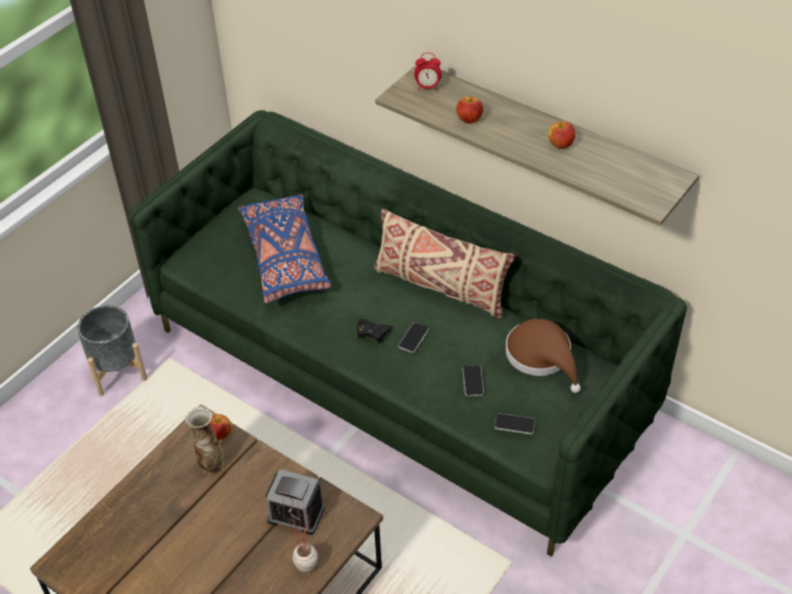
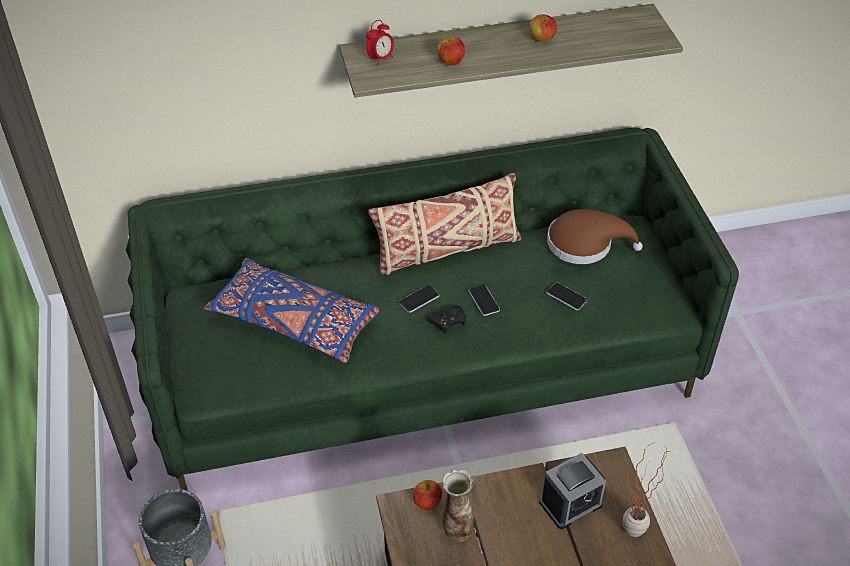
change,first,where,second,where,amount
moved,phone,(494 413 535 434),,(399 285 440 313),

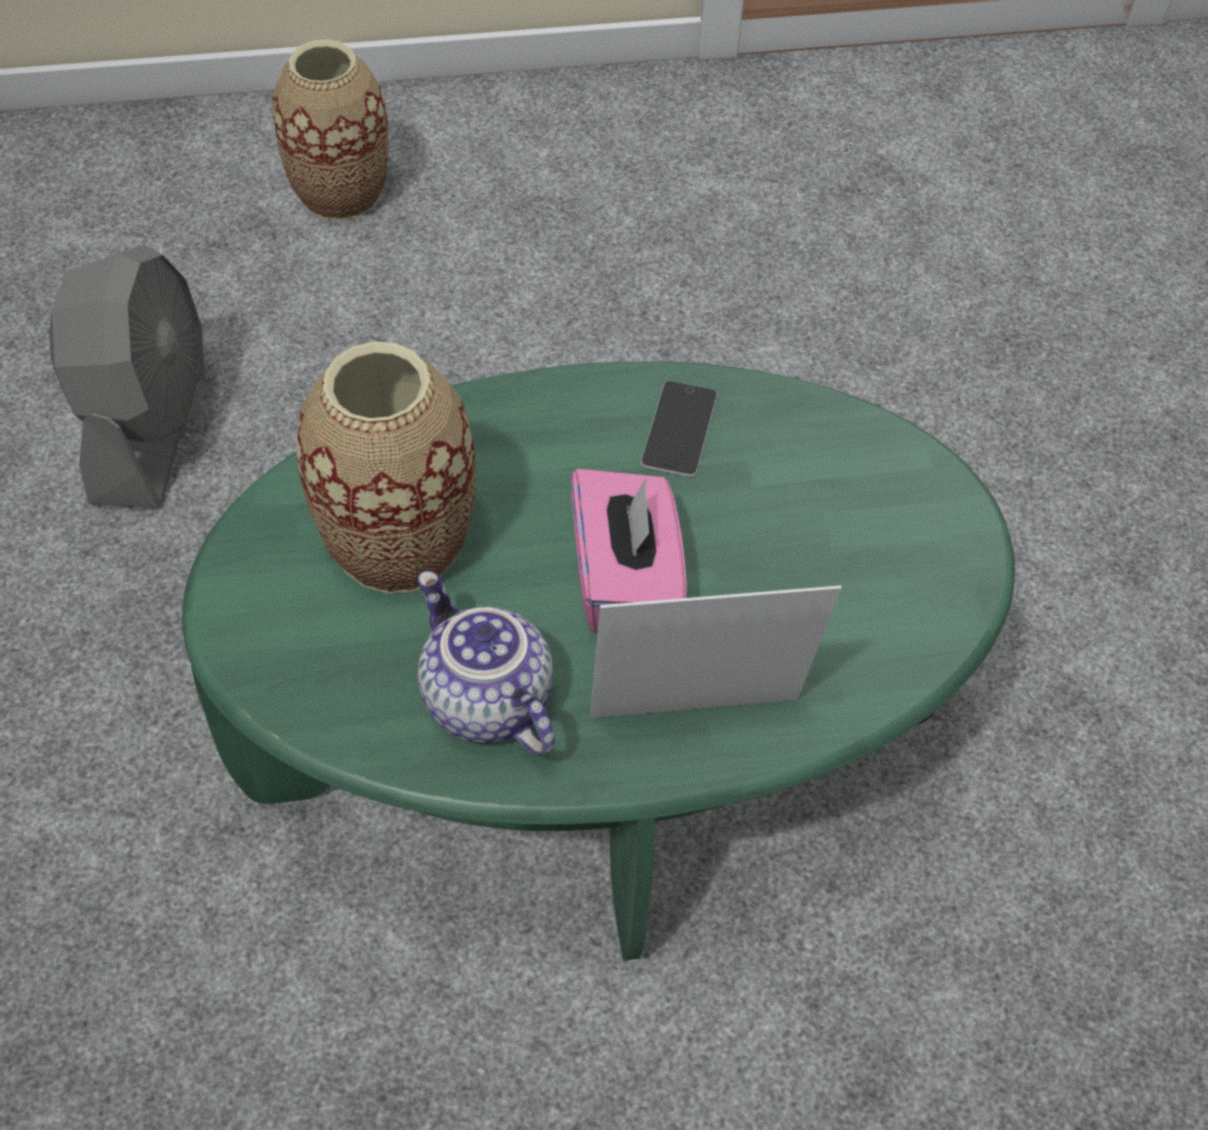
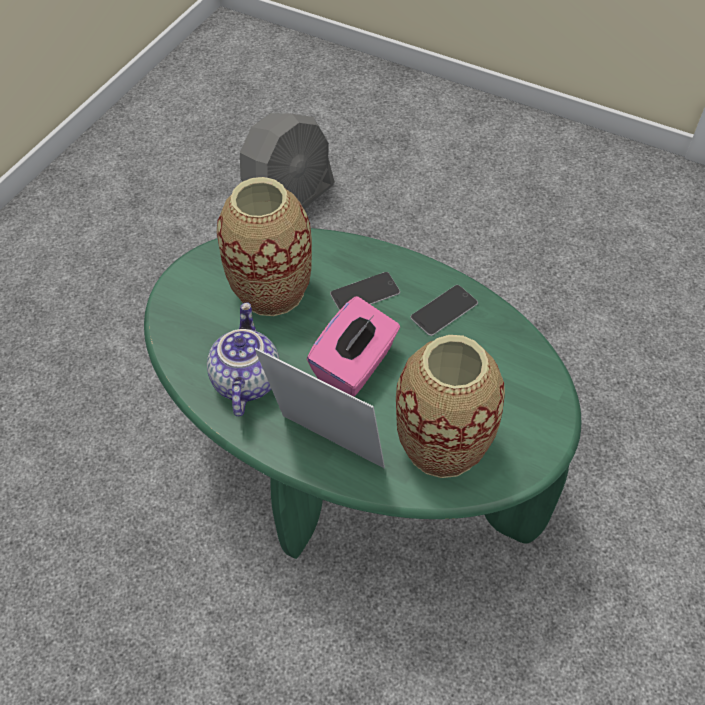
change,first,where,second,where,amount
moved,vase,(272 40 389 220),,(396 335 505 478),
added,,,phone,(330 272 400 311),

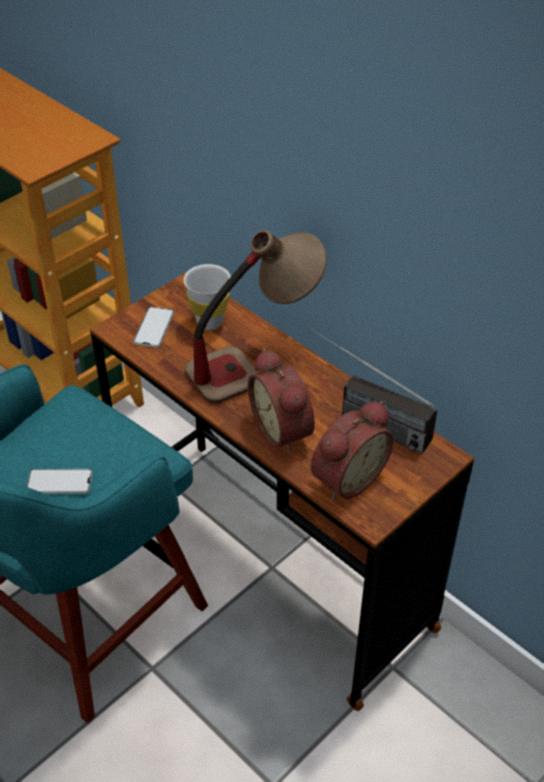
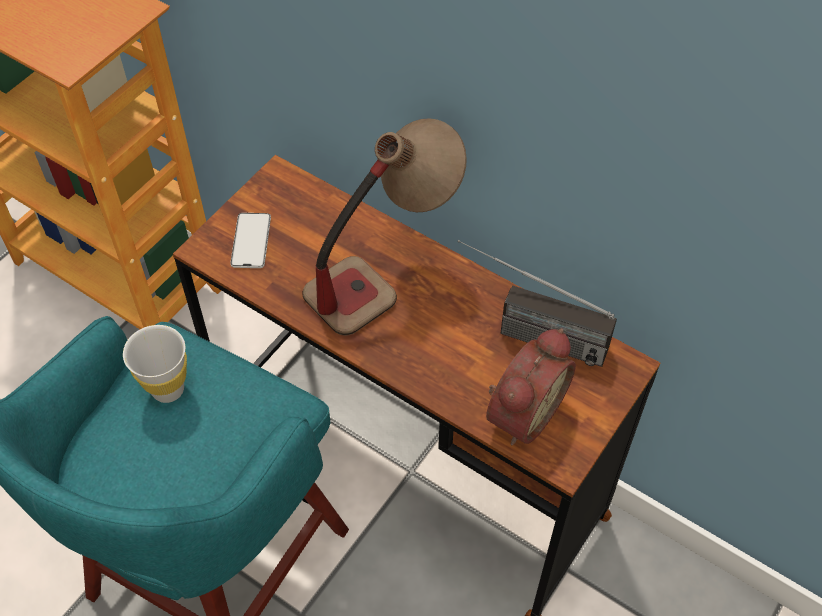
change,first,where,second,where,amount
moved,cup (white),(184 264 231 330),,(123 325 187 403),
removed,alarm clock,(248 348 315 454),,,
removed,phone,(27 469 92 494),,,

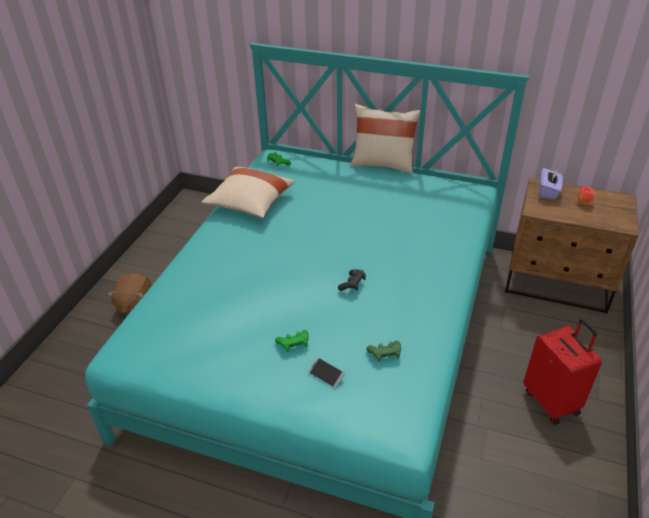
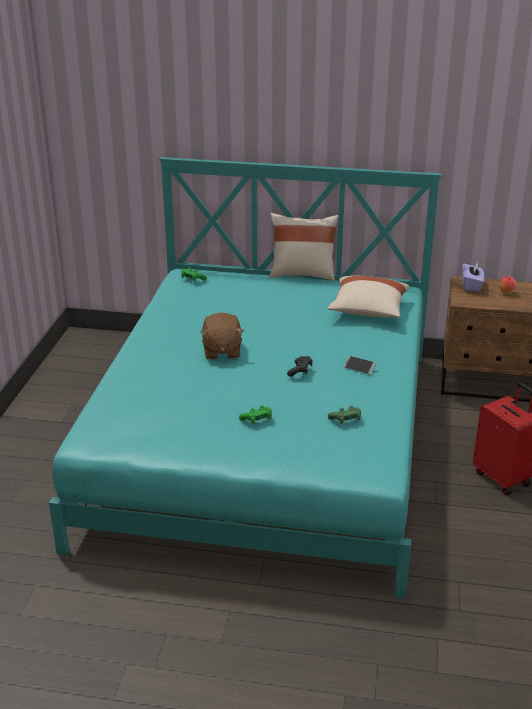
change,first,where,second,where,amount
moved,pillow (beige),(202 167 295 218),,(328 276 409 318),
moved,plush toy (brown),(107 273 152 314),,(200 312 244 360),
moved,phone,(308 357 345 388),,(344 356 376 374),

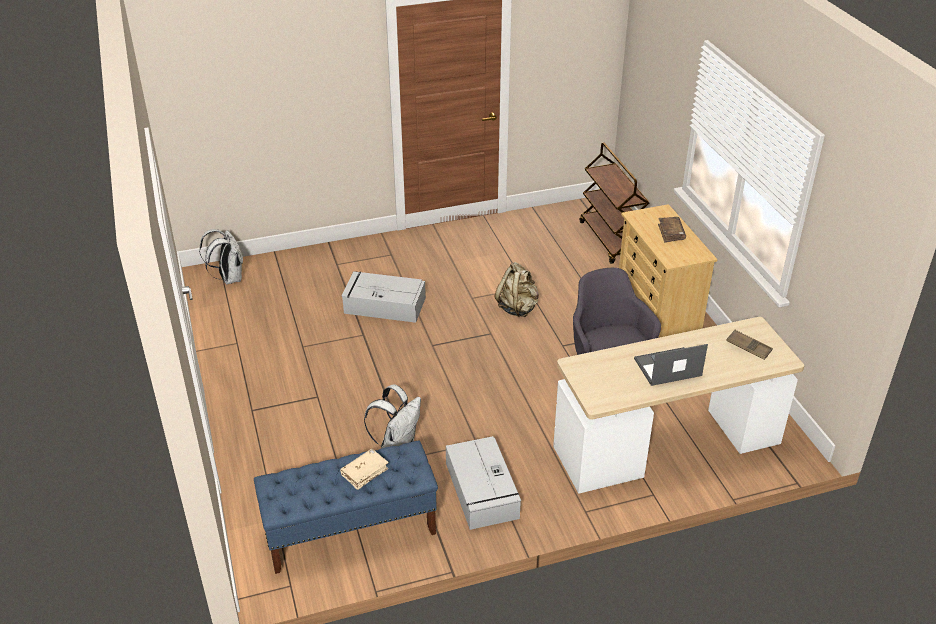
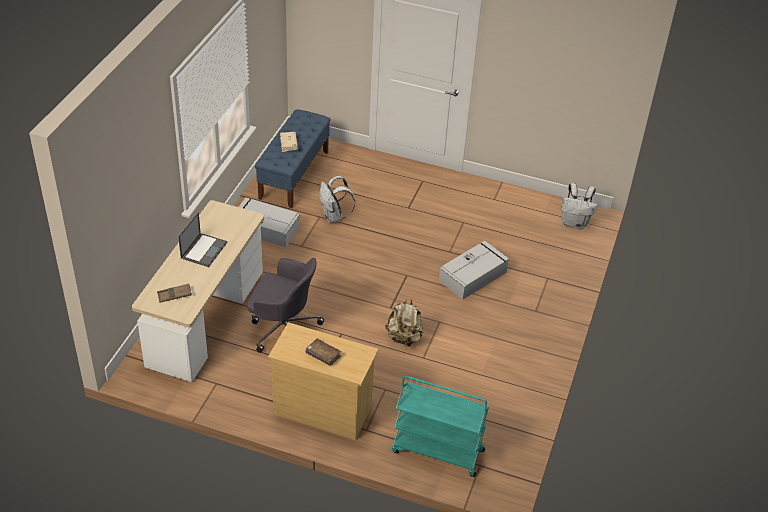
change,first,where,second,where,amount
recoloured,cart (brown),(580 143 649 264),cart (turquoise),(392 376 489 477),

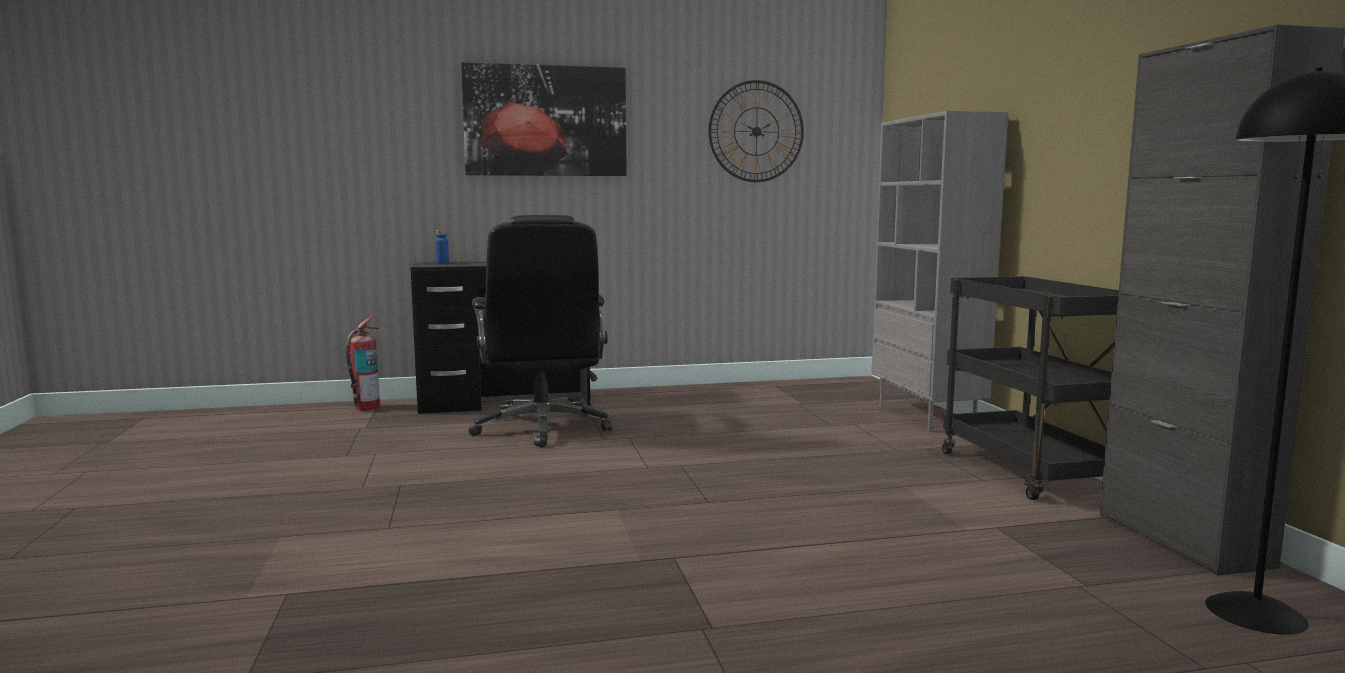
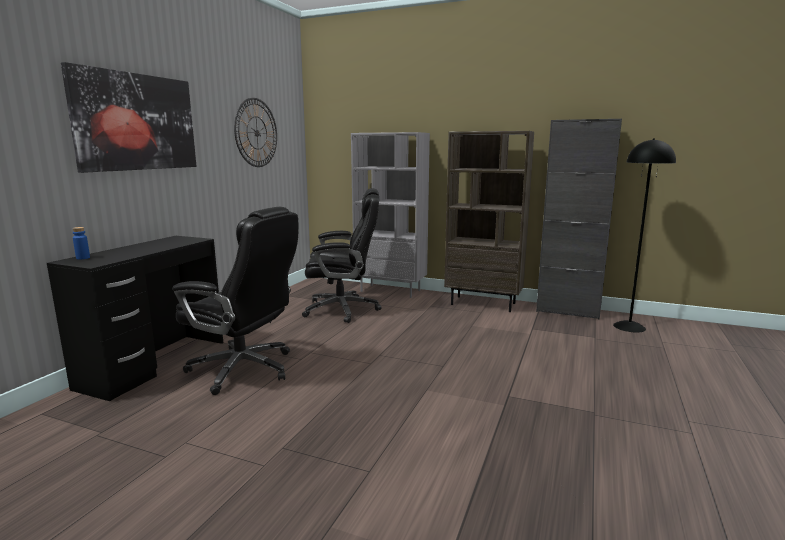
change,first,where,second,where,amount
replaced,cart (black),(942 276 1119 500),bookcase (brown),(444 131 534 312),
removed,fire extinguisher,(346 316 380 411),,,
added,,,office chair (black),(302 188 381 323),

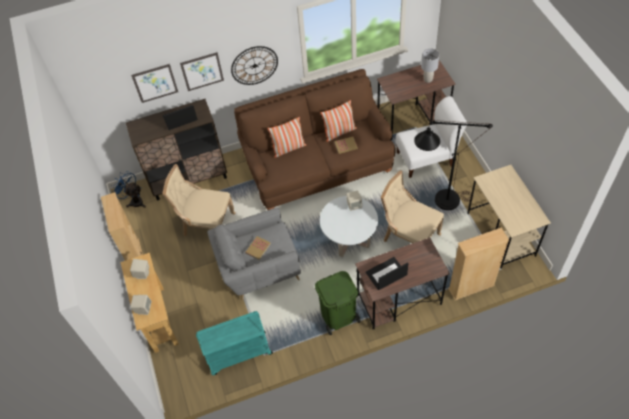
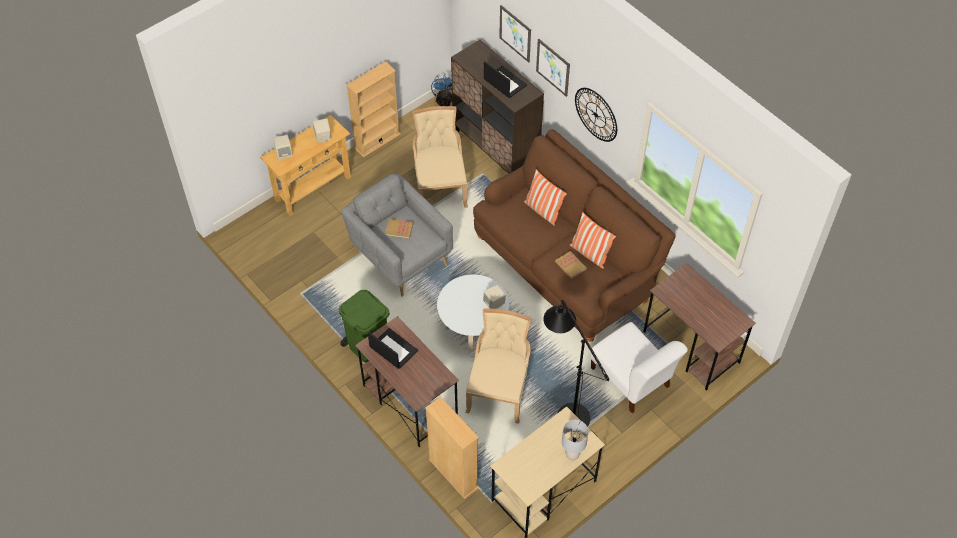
change,first,where,second,where,amount
moved,table lamp (grey),(421 48 439 83),,(562 420 589 460),
removed,cart (turquoise),(196 311 273 375),,,

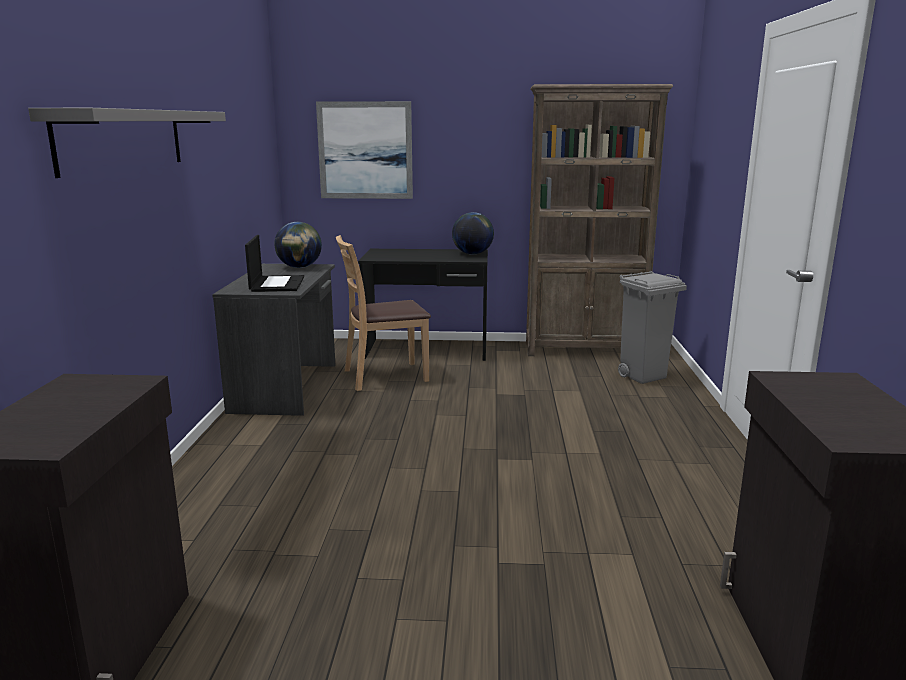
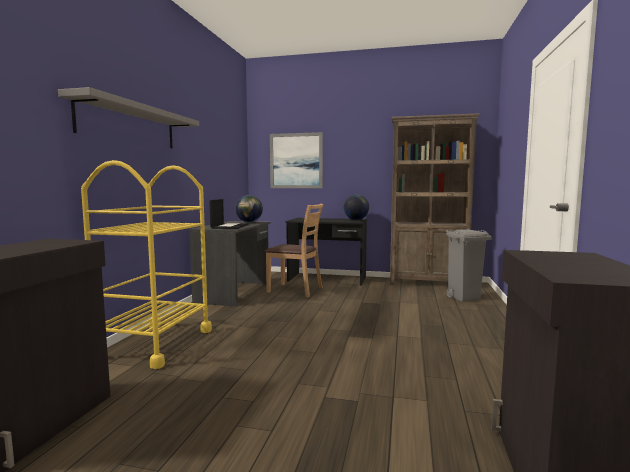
change,first,where,second,where,amount
turned,chair (brown),(336 235 431 391),,(265 204 324 297),150 degrees counterclockwise
added,,,cart (yellow),(81 160 212 369),

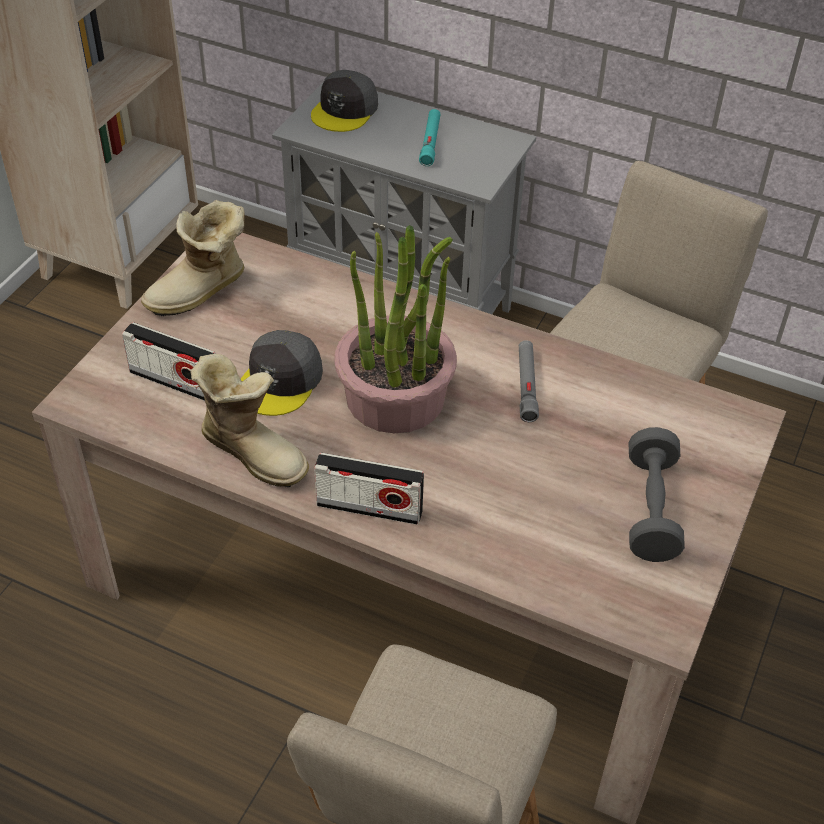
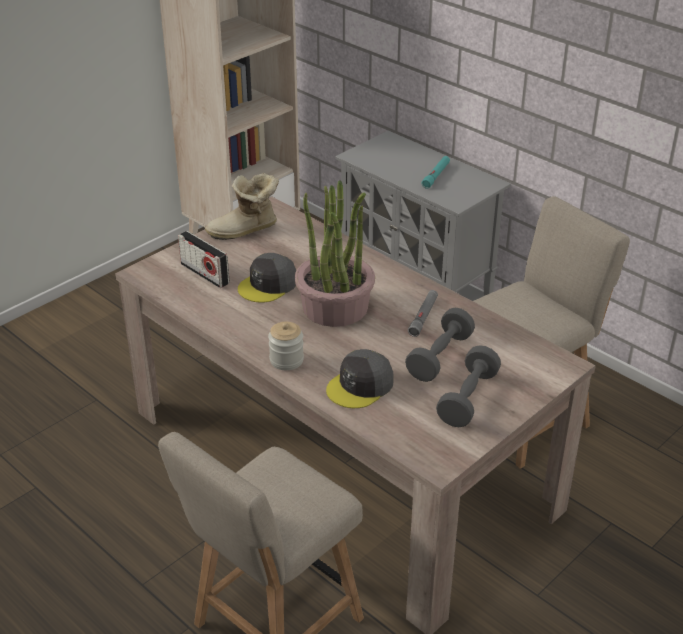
change,first,where,second,where,amount
moved,cap (grey),(311 70 378 132),,(326 349 394 408),
removed,boot,(191 354 309 488),,,
replaced,radio,(314 453 424 525),jar,(268 322 304 370),
added,,,dumbbell (grey),(405 308 475 382),

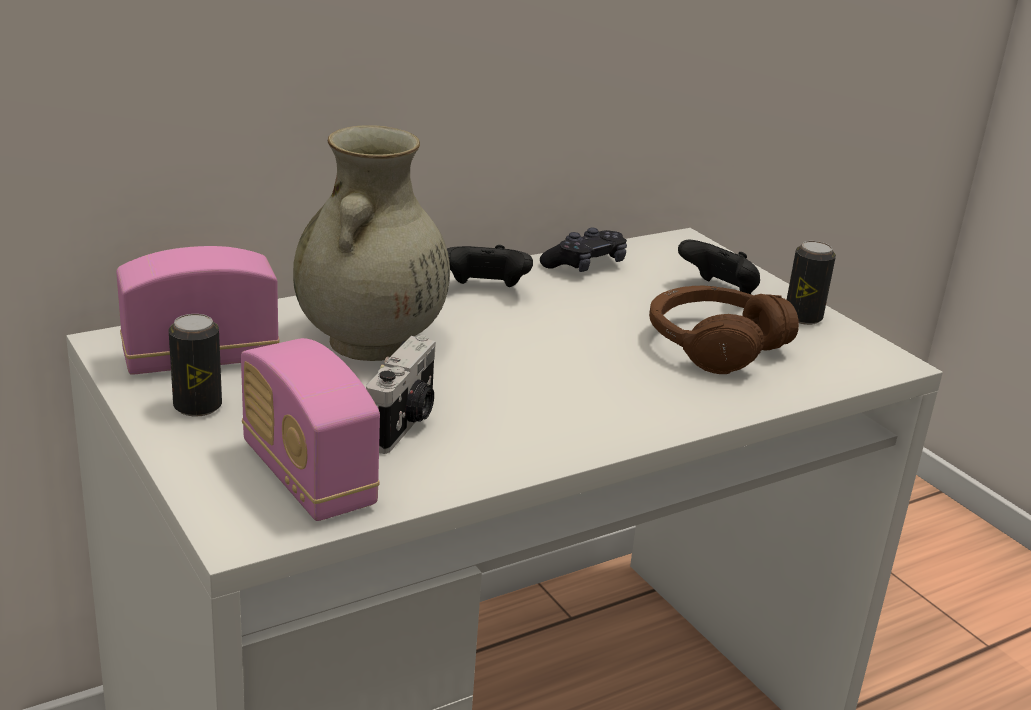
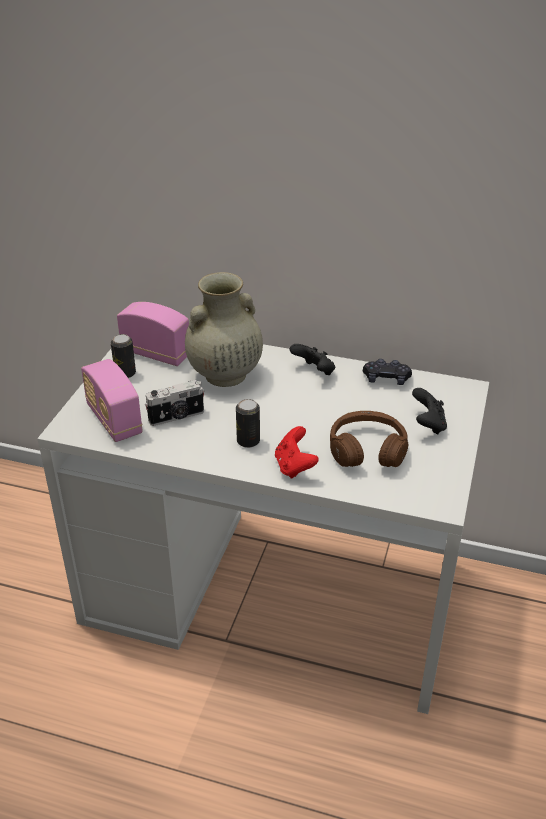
change,first,where,second,where,amount
moved,can,(787 241 836 325),,(236 399 260 448),
turned,radio,(241 338 380 521),,(81 359 143 442),45 degrees counterclockwise
added,,,game controller (red),(275 426 319 479),

